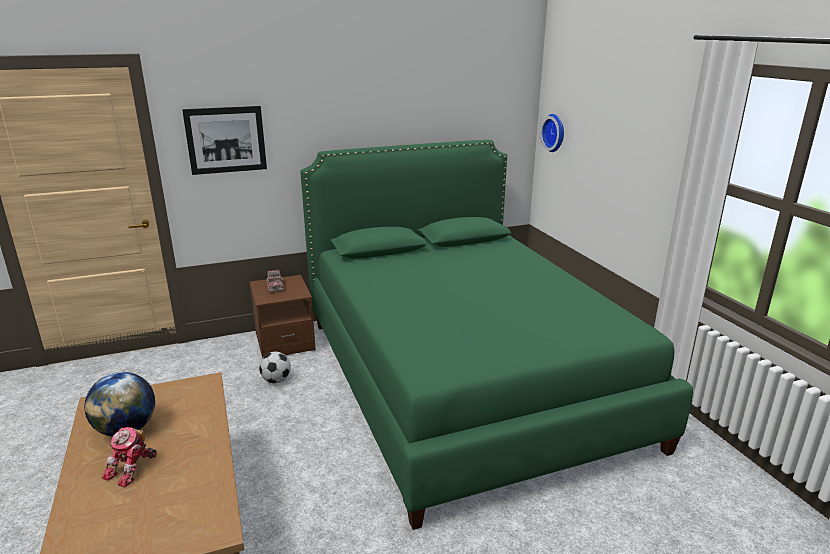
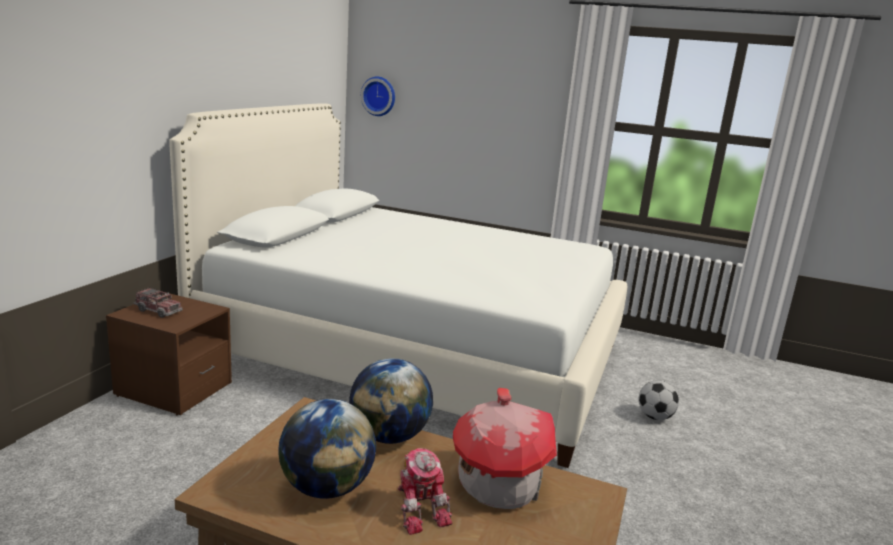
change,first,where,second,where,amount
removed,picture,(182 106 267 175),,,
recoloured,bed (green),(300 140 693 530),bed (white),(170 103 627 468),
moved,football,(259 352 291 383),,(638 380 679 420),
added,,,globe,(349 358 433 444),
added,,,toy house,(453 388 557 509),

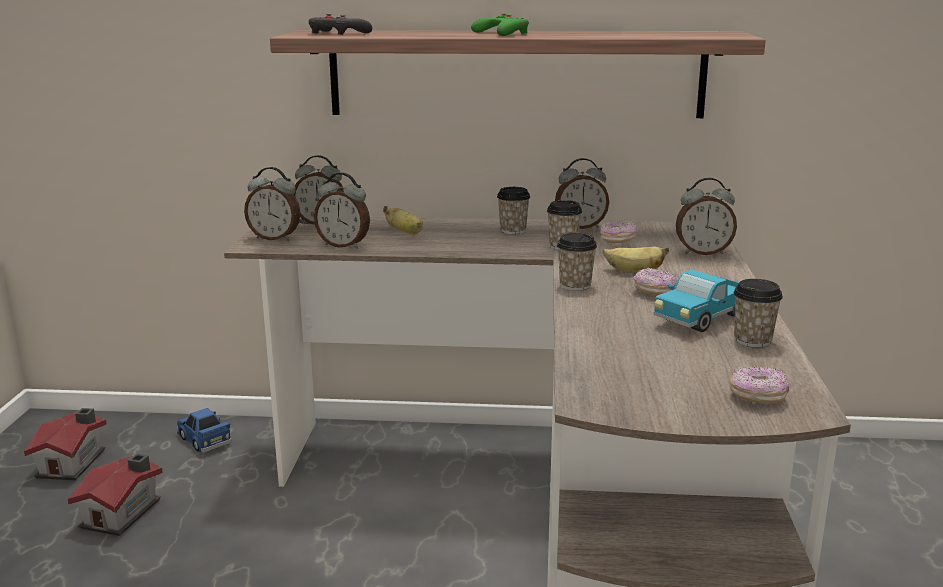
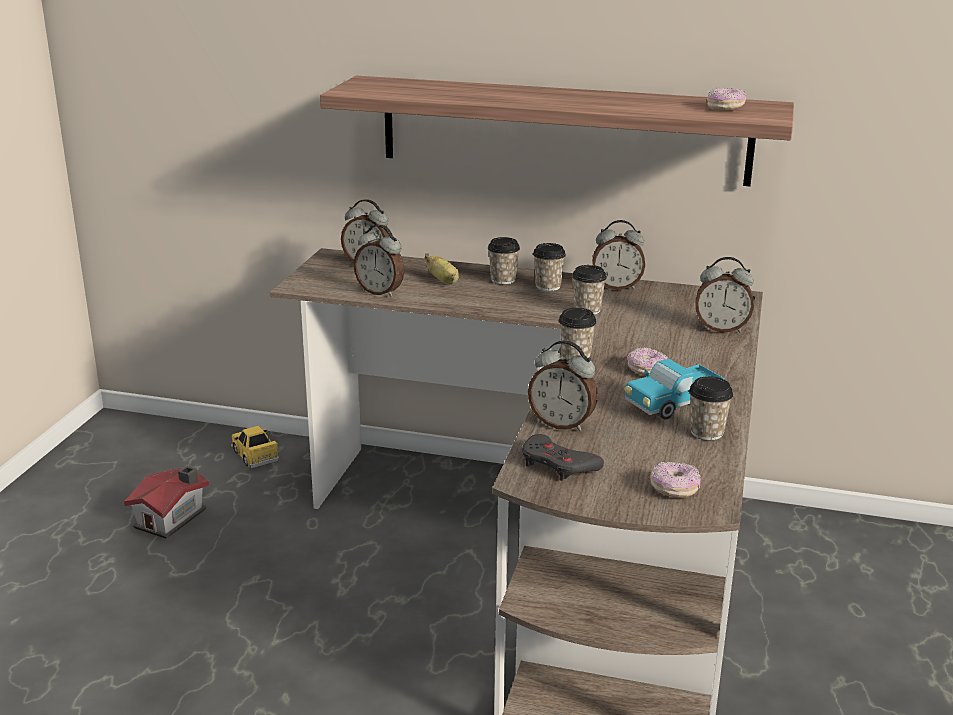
change,first,where,second,where,amount
removed,game controller (green),(471 13 529 36),,,
moved,game controller (grey),(309 14 372 35),,(522 434 604 481),
moved,alarm clock,(244 167 300 241),,(528 340 598 431),
moved,donut,(600 221 637 243),,(707 88 746 111),
removed,banana,(603 247 669 272),,,
removed,toy house,(24 408 107 480),,,
recoloured,toy car (blue),(177 408 231 453),toy car (yellow),(231 426 279 468),
added,,,cup,(488 237 520 284),

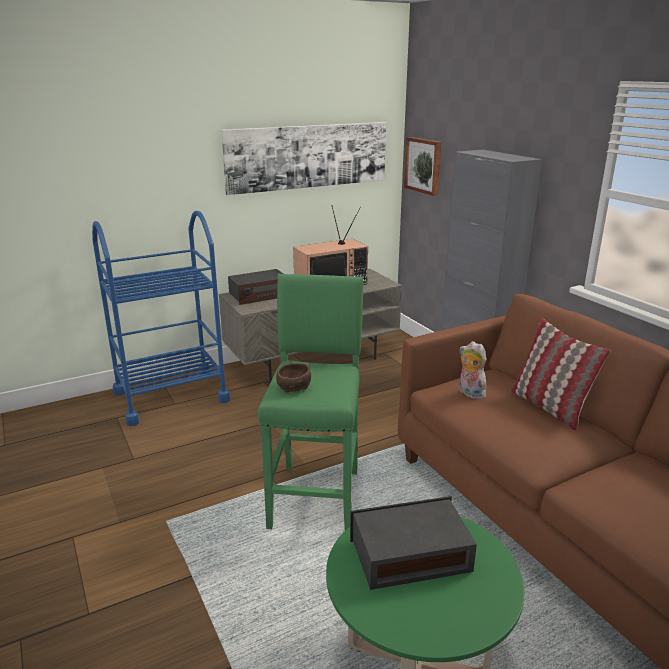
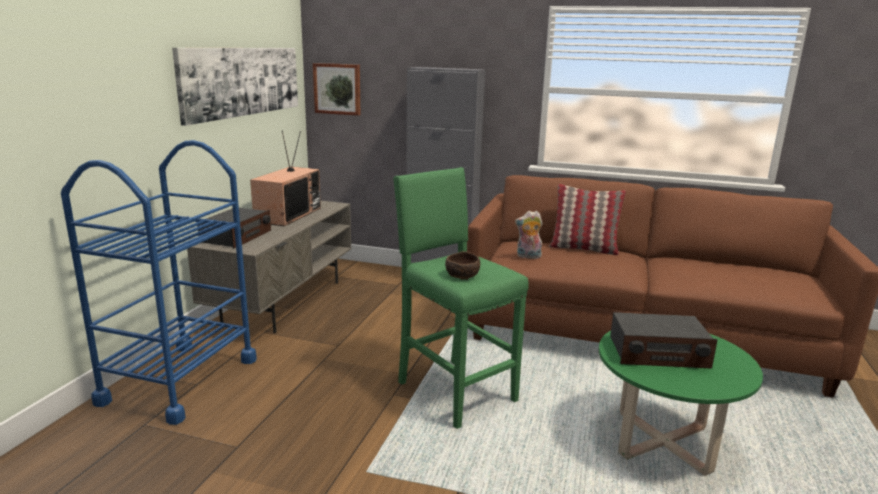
change,first,where,second,where,amount
turned,radio,(350 496 477 590),,(610 312 718 369),120 degrees counterclockwise

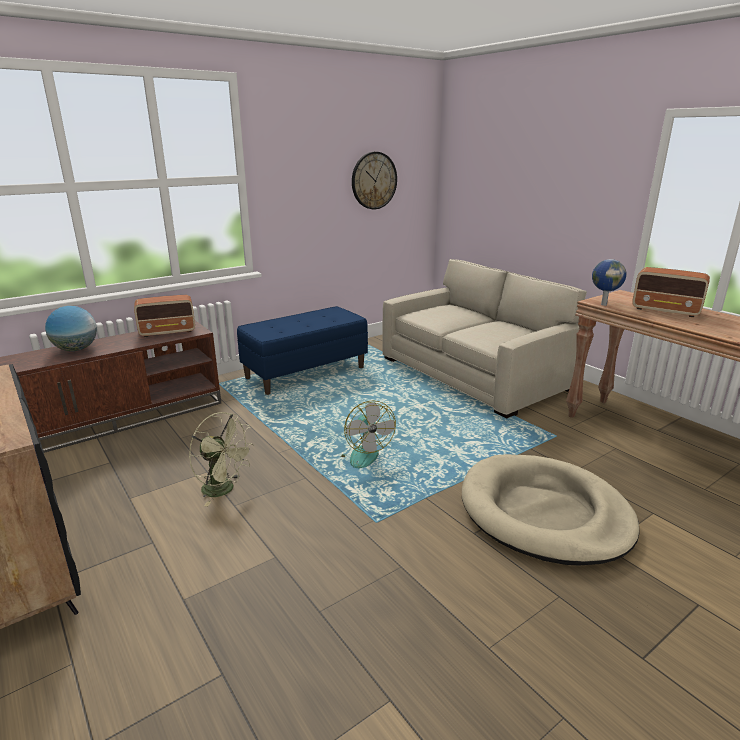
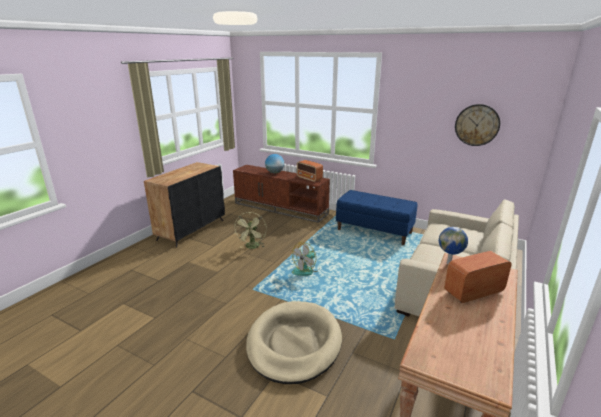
change,first,where,second,where,amount
turned,radio,(632 267 710 317),,(444 251 512 303),60 degrees clockwise

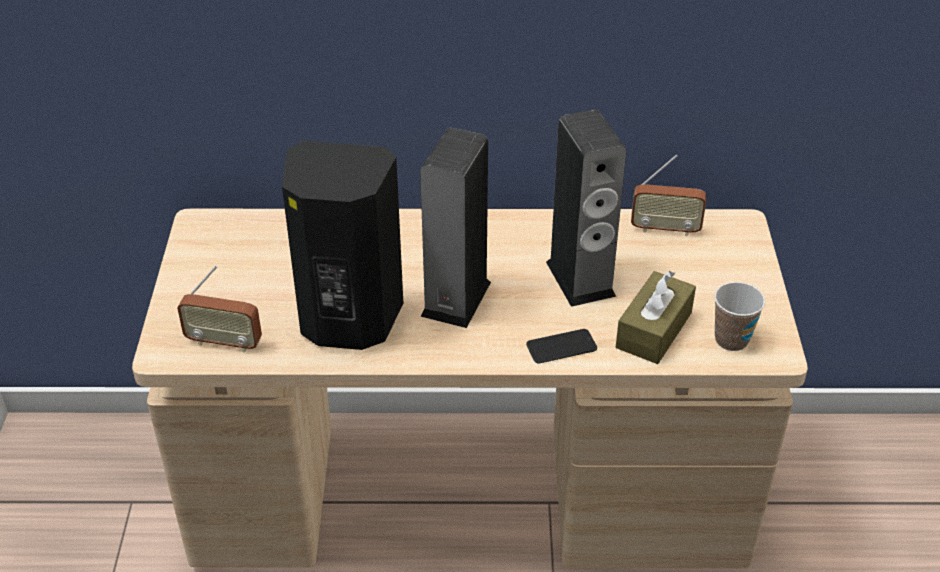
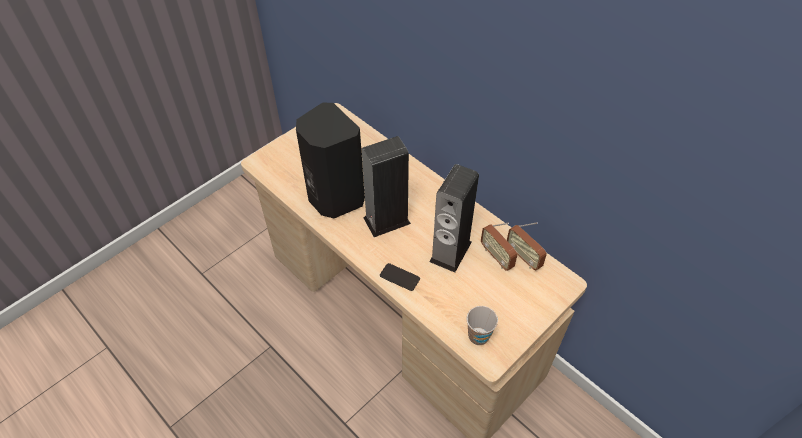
change,first,where,second,where,amount
moved,radio,(177 265 262 353),,(481 223 517 271),
removed,tissue box (brown),(616 271 696 364),,,

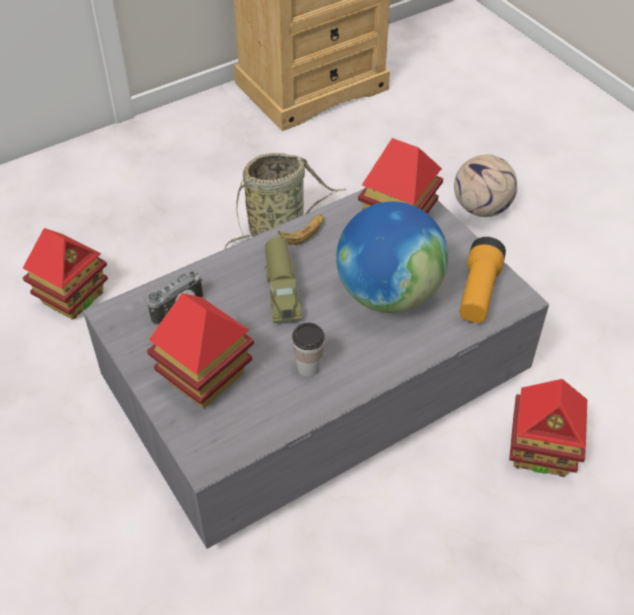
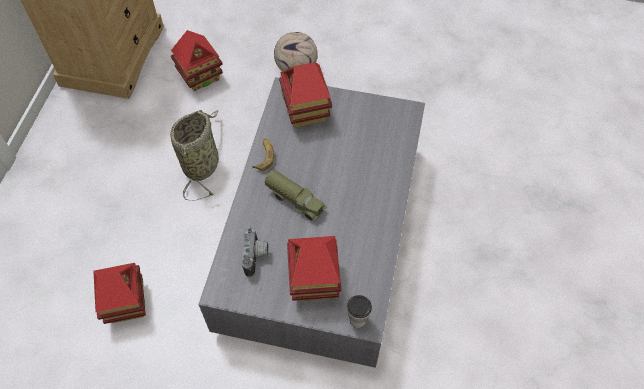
change,first,where,second,where,amount
removed,globe,(336 201 448 313),,,
removed,flashlight,(459 237 506 323),,,
moved,cup,(292 323 325 377),,(347 295 372 328),
moved,toy house,(509 379 587 477),,(171 30 223 91),

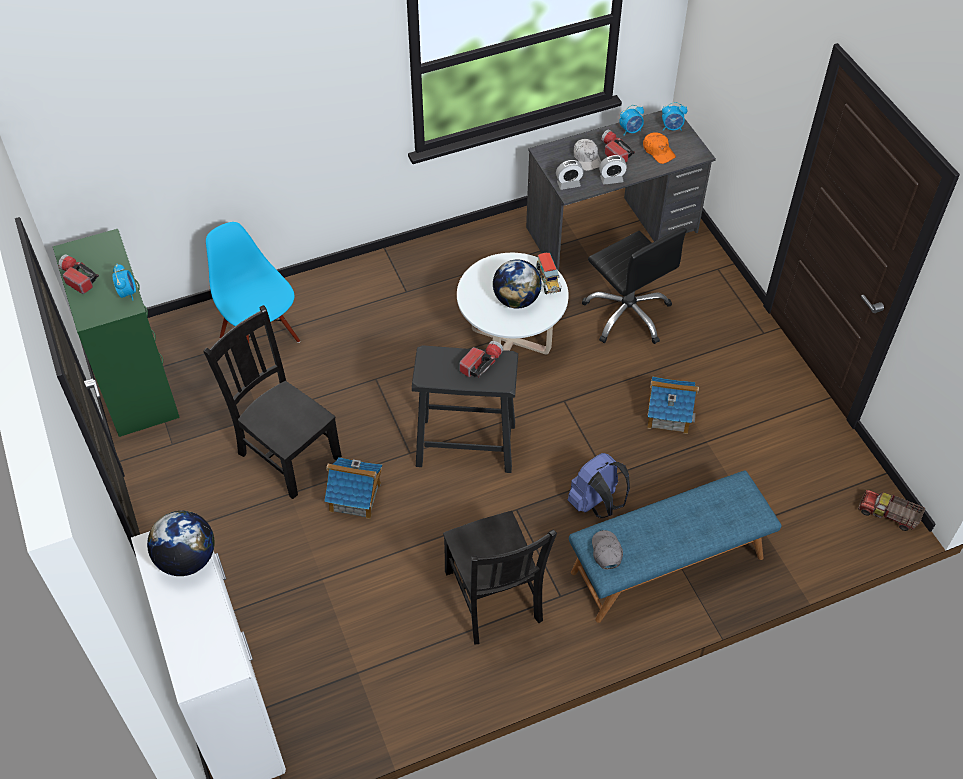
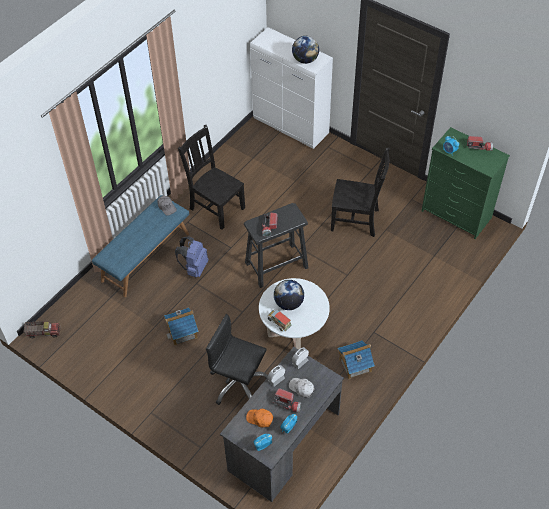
change,first,where,second,where,amount
removed,chair (blue),(206 222 300 343),,,
moved,toy house,(324 457 382 519),,(338 340 375 379),

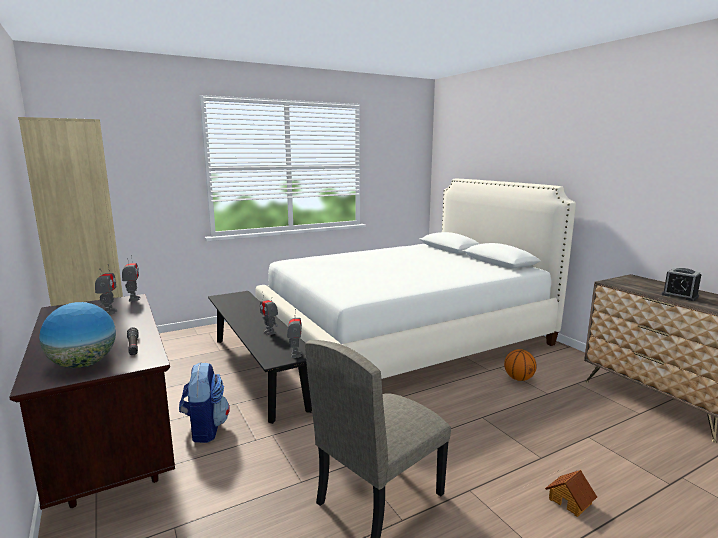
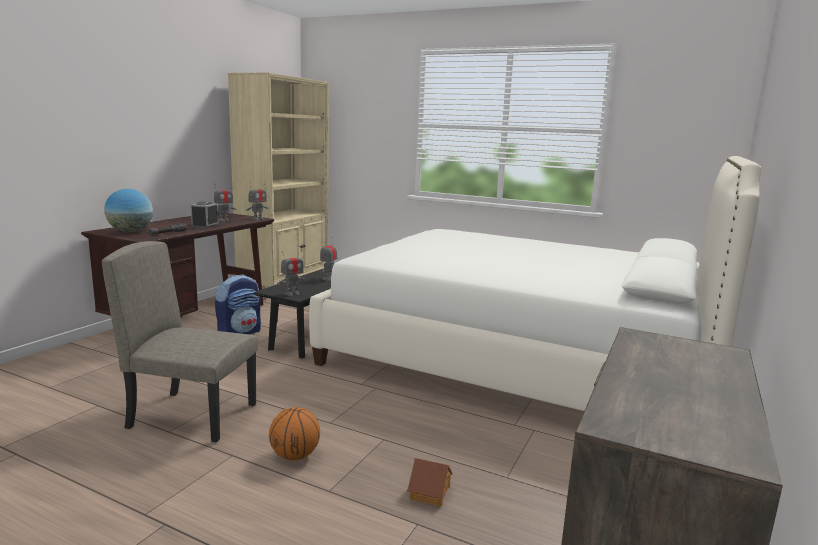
change,first,where,second,where,amount
moved,alarm clock,(661 268 702 301),,(191 201 219 229),
moved,basketball,(504 349 537 381),,(269 407 320 460),
moved,toy house,(545 470 597 517),,(407 458 452 507),

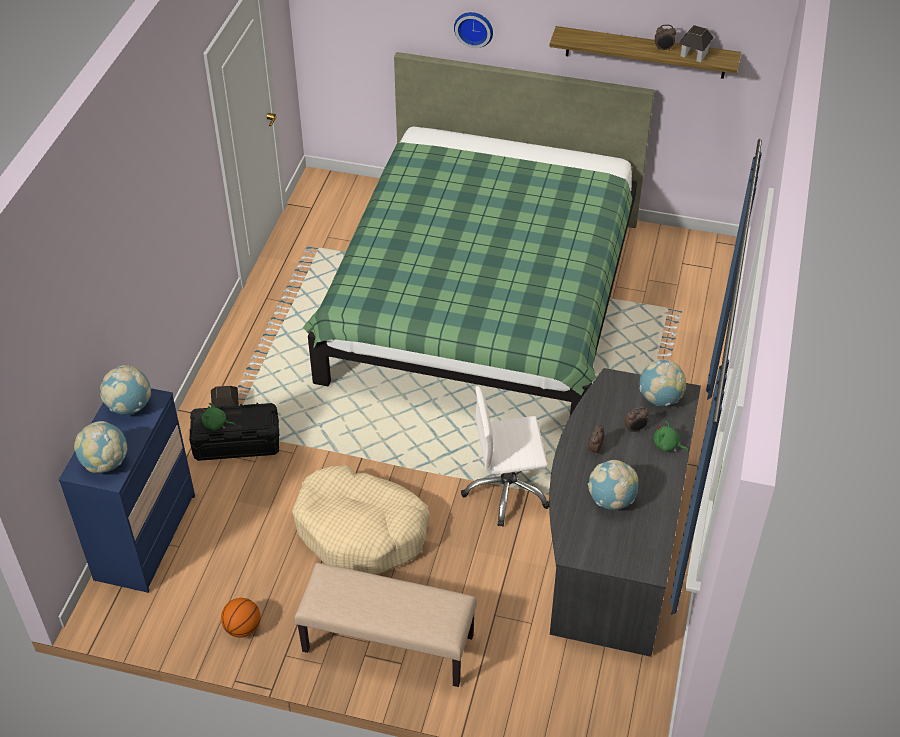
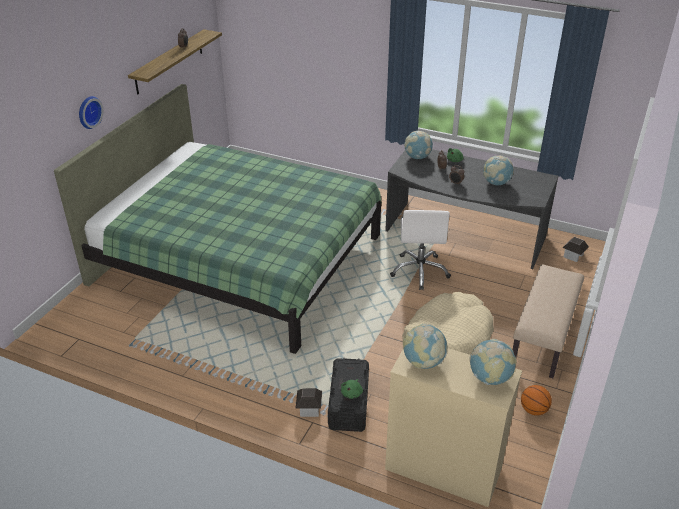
change,first,where,second,where,amount
moved,toy house,(679 25 714 62),,(562 237 589 262),
recoloured,dresser (blue),(59 388 195 593),dresser (beige),(385 348 522 507),

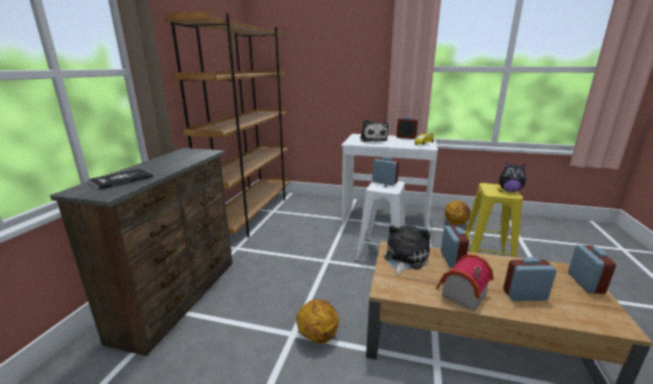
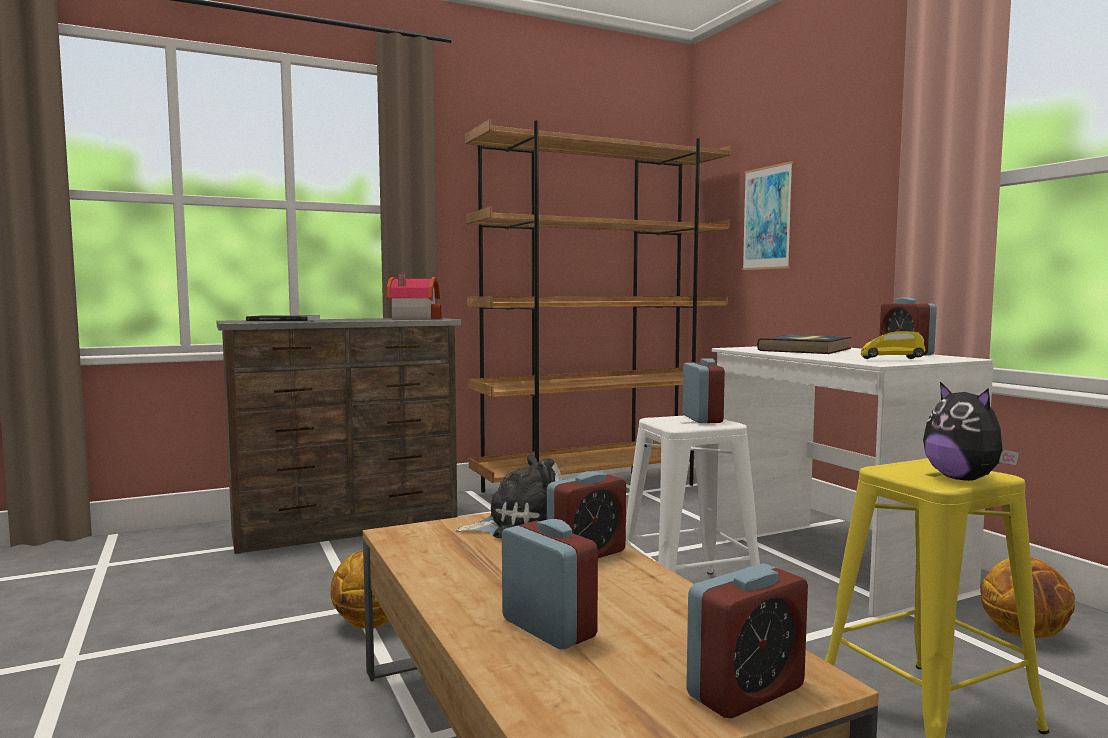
change,first,where,second,where,amount
replaced,plush toy,(360 120 388 142),book,(757 335 852 354),
moved,toy house,(436 254 494 311),,(386 273 442 319),
added,,,picture,(742 161 793 270),

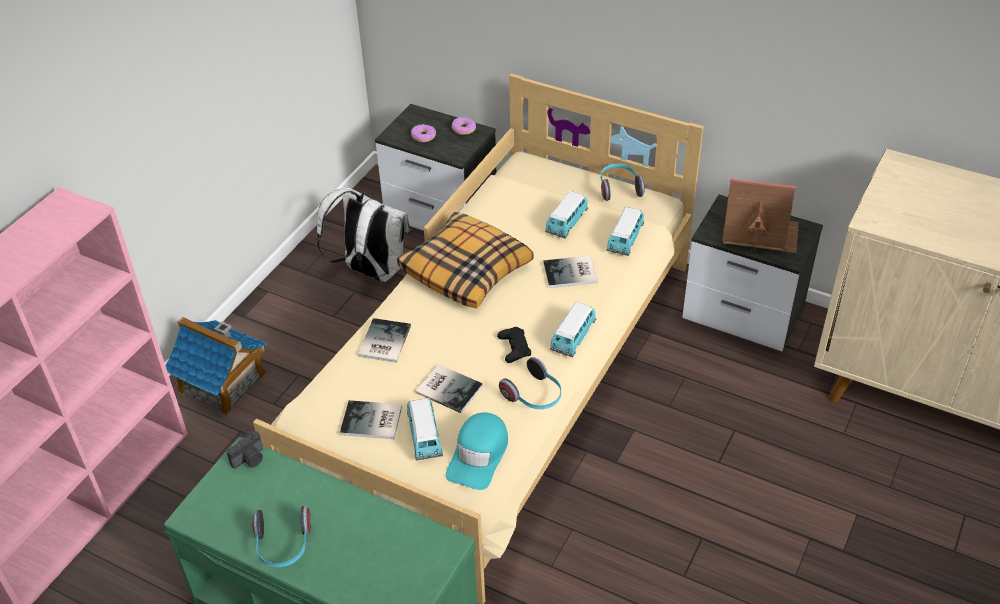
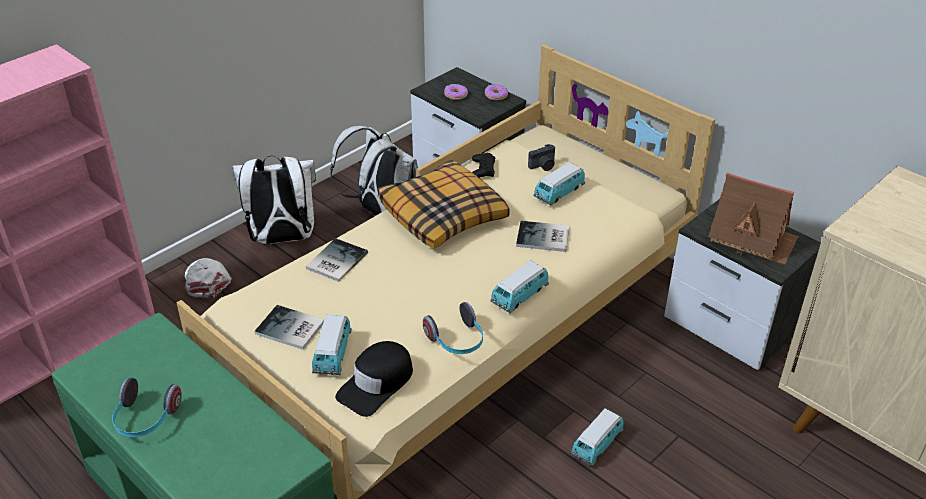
change,first,where,second,where,amount
removed,headphones,(601 163 645 201),,,
moved,toy car,(607 207 644 256),,(571 408 624 466),
replaced,toy house,(166 317 267 416),cap (white),(185 258 232 298),
moved,game controller (black),(497 327 531 363),,(472 153 495 178),
removed,book,(415 364 483 413),,,
recoloured,cap (turquoise),(446 412 508 490),cap (black),(335 341 413 417),
moved,photo camera,(226 431 263 469),,(528 144 555 171),
added,,,backpack (white),(232 155 316 244),

